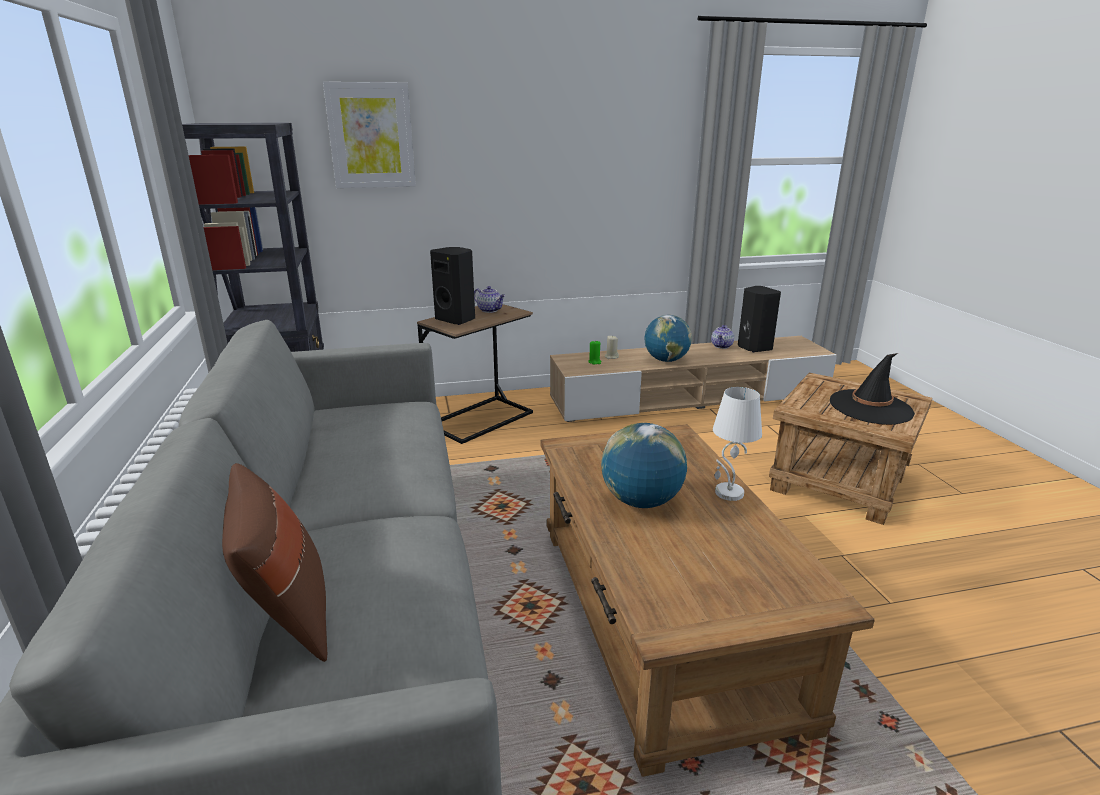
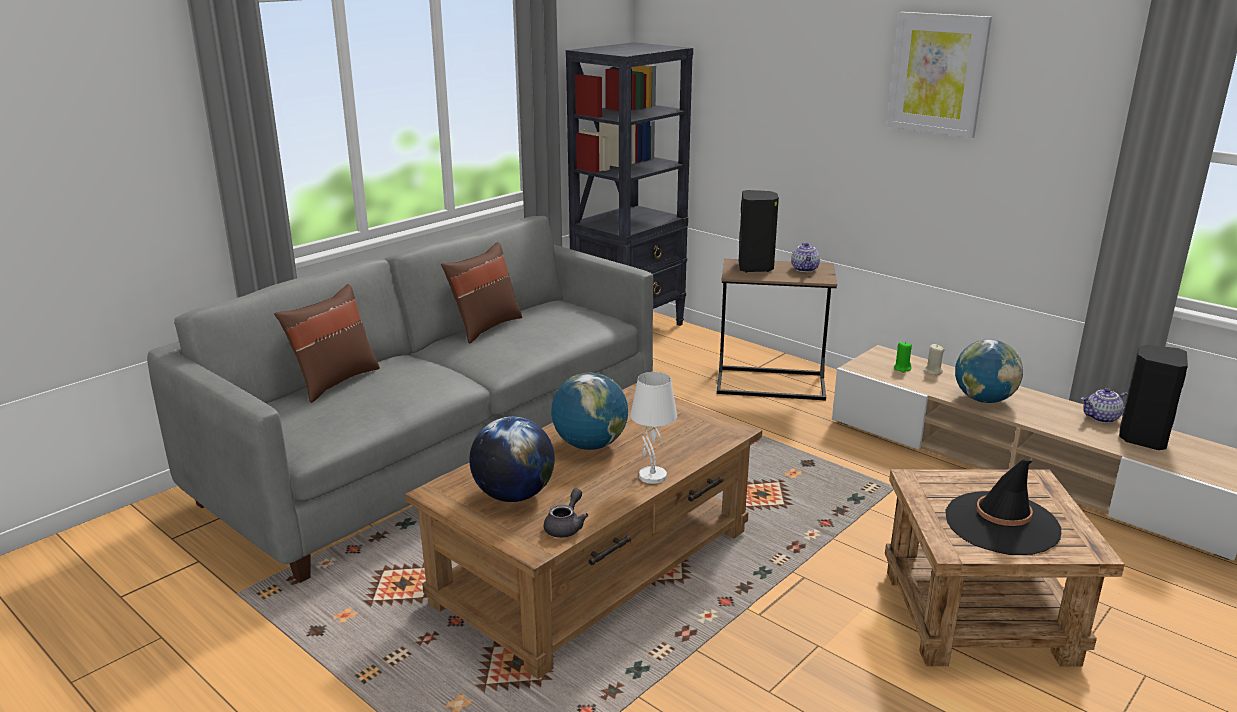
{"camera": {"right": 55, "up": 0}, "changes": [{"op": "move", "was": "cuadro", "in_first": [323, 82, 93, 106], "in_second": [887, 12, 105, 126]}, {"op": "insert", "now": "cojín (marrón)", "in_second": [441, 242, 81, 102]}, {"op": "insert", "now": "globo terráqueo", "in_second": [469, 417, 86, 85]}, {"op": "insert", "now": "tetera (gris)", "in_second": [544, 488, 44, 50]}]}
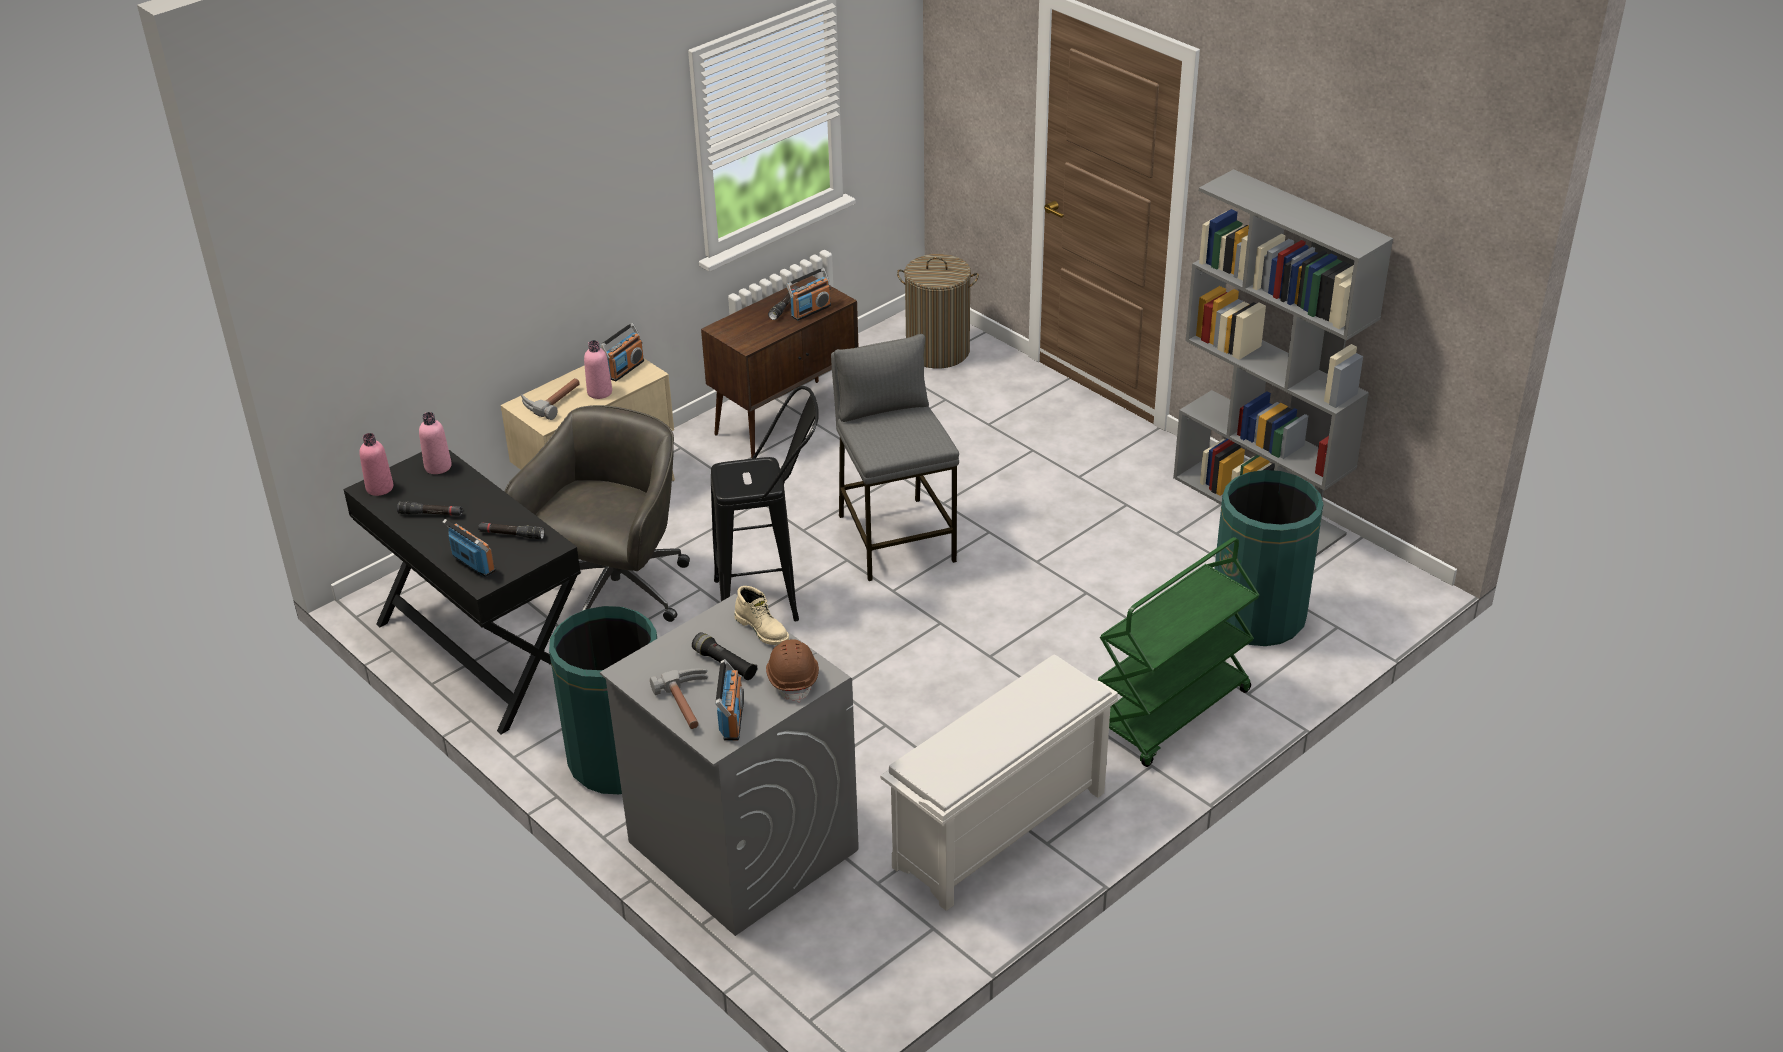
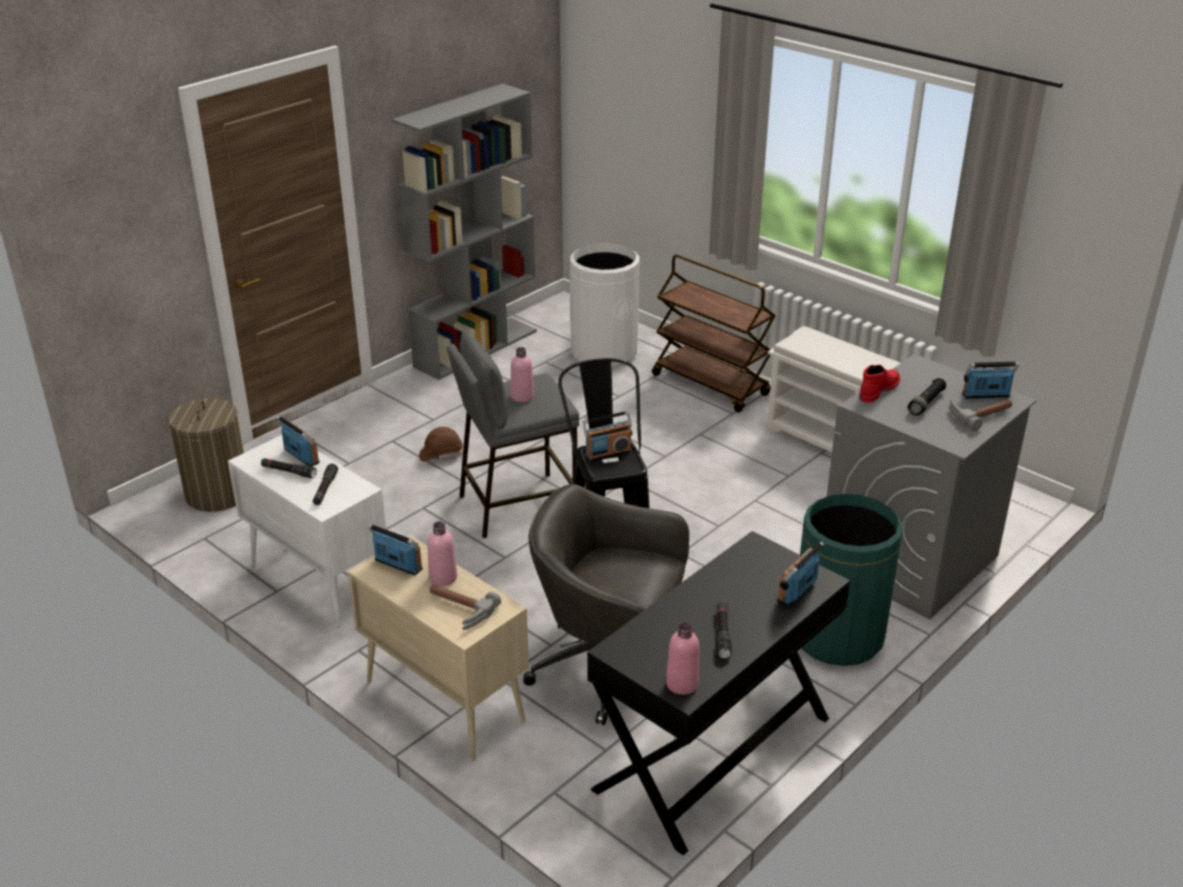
{"camera": {"right": -95, "up": -5}, "changes": [{"op": "recolor", "was": "armario (marrón)", "now": "armario (blanco)", "in_first": [701, 276, 158, 183], "in_second": [228, 435, 158, 193]}, {"op": "move", "was": "botella (rosa)", "in_first": [419, 412, 33, 62], "in_second": [511, 347, 23, 55]}, {"op": "recolor", "was": "papelera (verde)", "now": "papelera (blanco)", "in_first": [1215, 470, 108, 176], "in_second": [570, 243, 70, 125]}, {"op": "move", "was": "linterna (negro)", "in_first": [478, 522, 66, 17], "in_second": [313, 464, 25, 41]}, {"op": "recolor", "was": "carrito (verde)", "now": "carrito (marrón)", "in_first": [1097, 537, 162, 230], "in_second": [652, 254, 124, 159]}, {"op": "recolor", "was": "bota (beis)", "now": "bota (rojo)", "in_first": [735, 586, 54, 59], "in_second": [859, 365, 41, 38]}, {"op": "move", "was": "casco (marrón)", "in_first": [766, 639, 53, 63], "in_second": [419, 427, 44, 35]}, {"op": "insert", "now": "radio", "in_second": [583, 411, 49, 50]}]}
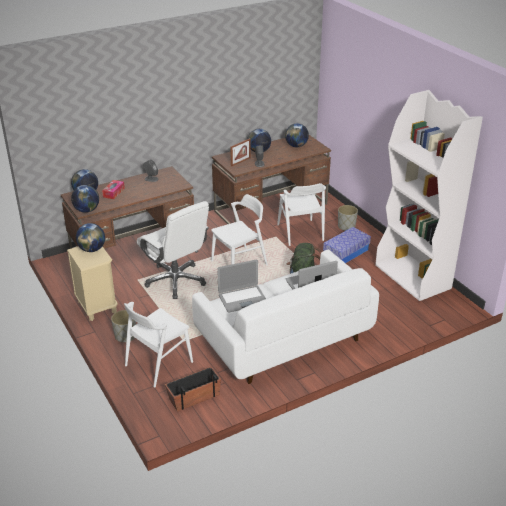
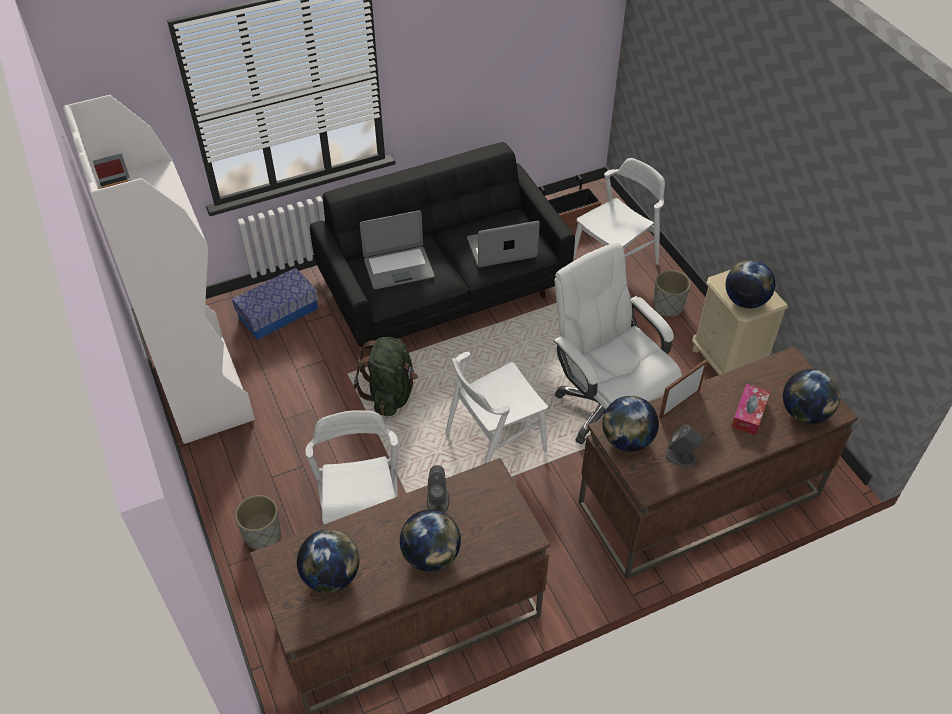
{"camera": {"right": -175, "up": 15}, "changes": [{"op": "move", "was": "portarretratos", "in_first": [231, 138, 20, 28], "in_second": [659, 359, 49, 60]}, {"op": "move", "was": "globo terráqueo", "in_first": [71, 185, 28, 28], "in_second": [602, 396, 57, 56]}, {"op": "move", "was": "caja de almacenaje", "in_first": [323, 227, 48, 36], "in_second": [232, 268, 86, 72]}, {"op": "recolor", "was": "sofá (blanco)", "now": "sofá (negro)", "in_first": [192, 250, 187, 134], "in_second": [310, 142, 265, 206]}]}
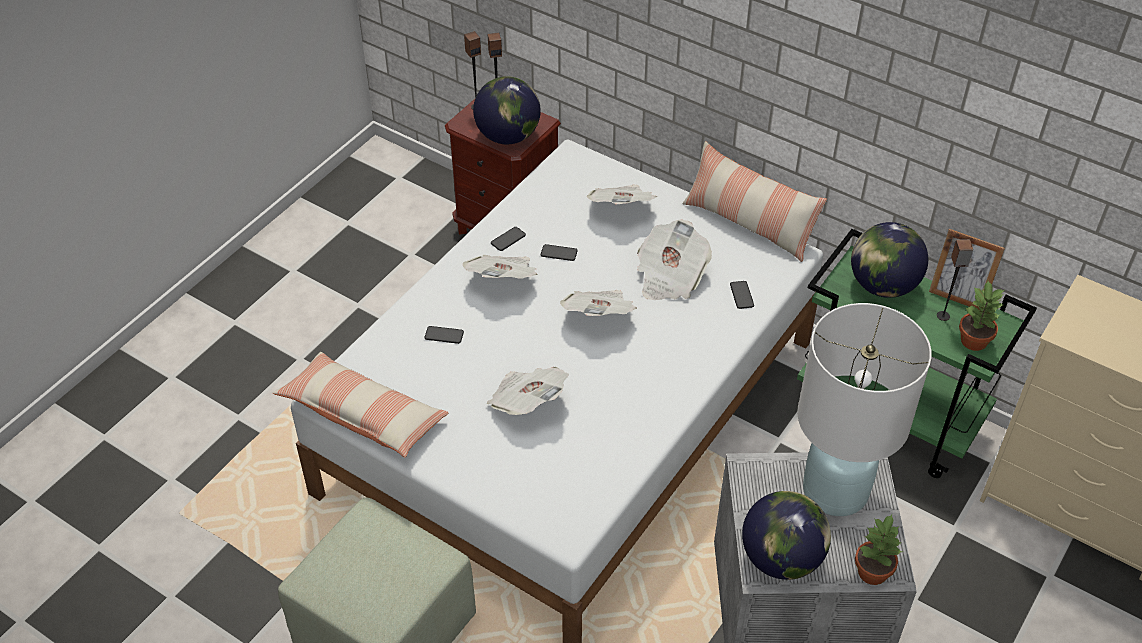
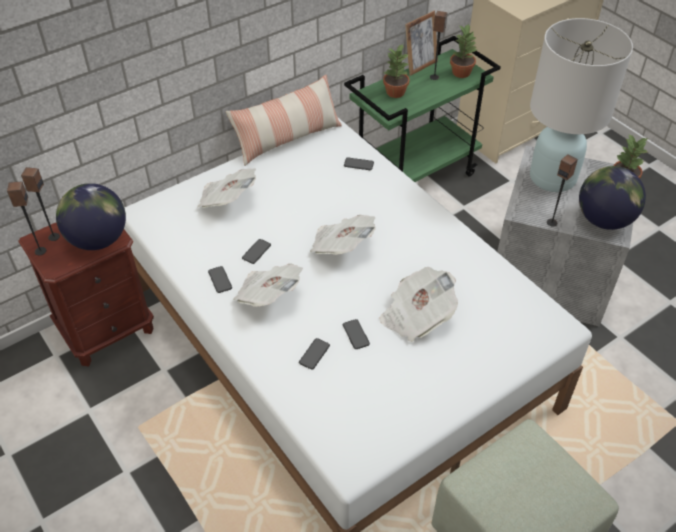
{"camera": {"right": -70, "up": 0}, "changes": [{"op": "delete", "was": "periódico", "in_first": [637, 219, 75, 81]}, {"op": "replace", "was": "globo terráqueo", "now": "planta en maceta", "in_first": [851, 222, 77, 76], "in_second": [383, 44, 27, 54]}, {"op": "delete", "was": "cojín", "in_first": [272, 352, 177, 106]}, {"op": "insert", "now": "altavoz", "in_second": [547, 154, 31, 73]}, {"op": "insert", "now": "móvil", "in_second": [343, 319, 27, 30]}]}
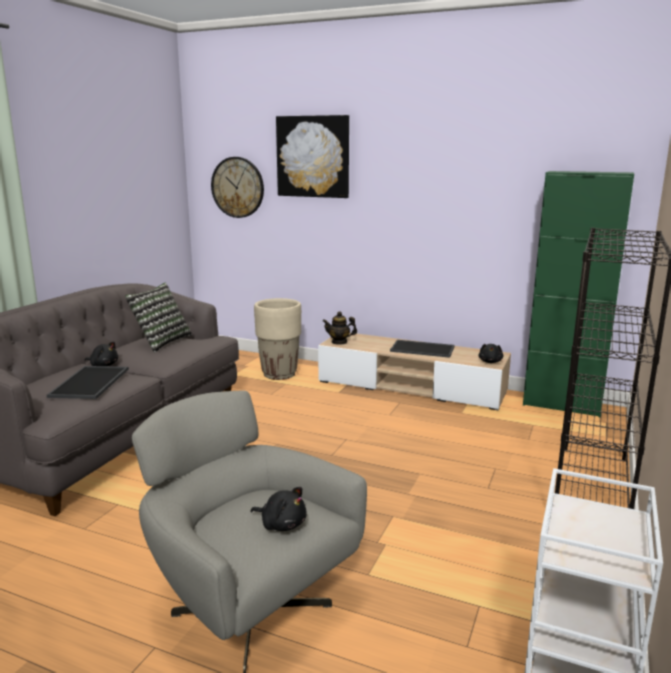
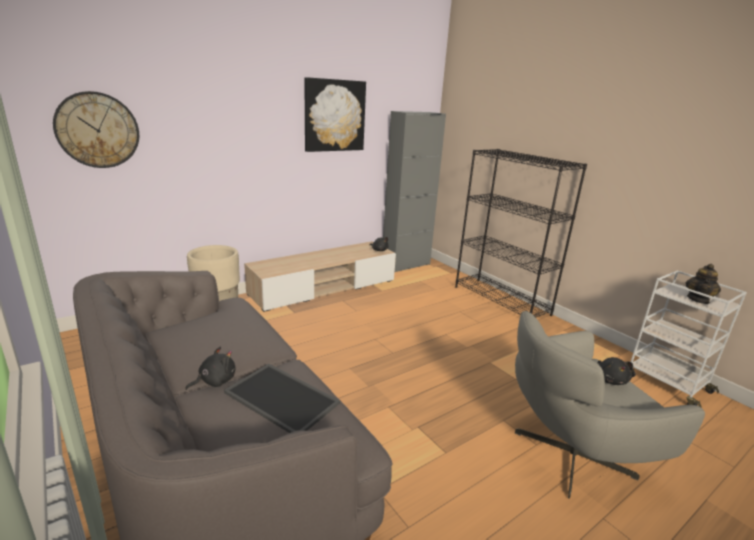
{"camera": {"right": -60, "up": 5}, "changes": [{"op": "move", "was": "cuadro", "in_first": [276, 115, 73, 83], "in_second": [304, 77, 62, 75]}, {"op": "recolor", "was": "armario (verde)", "now": "armario (gris)", "in_first": [523, 171, 111, 246], "in_second": [383, 111, 63, 161]}, {"op": "delete", "was": "cojín", "in_first": [125, 283, 67, 70]}, {"op": "move", "was": "tetera", "in_first": [323, 312, 34, 33], "in_second": [686, 264, 35, 40]}, {"op": "delete", "was": "bandeja", "in_first": [390, 340, 65, 18]}, {"op": "rotate", "was": "peluche (negro)", "in_first": [250, 487, 57, 44], "in_second": [597, 357, 36, 28], "clockwise": 120}]}
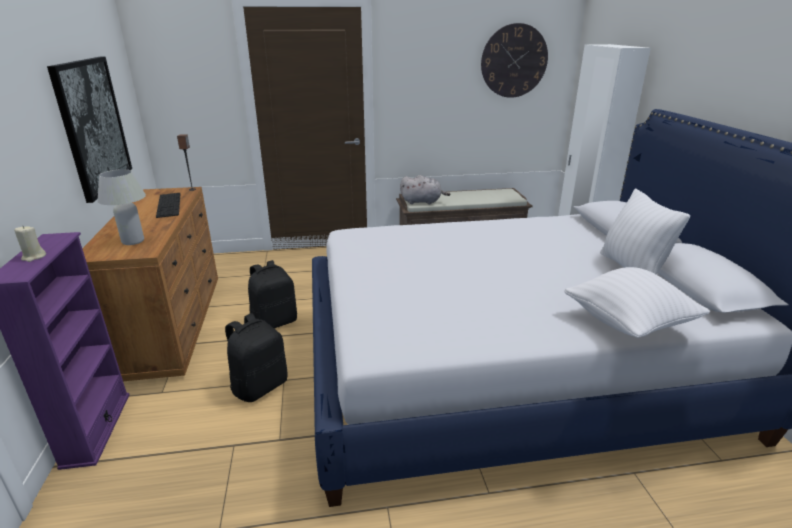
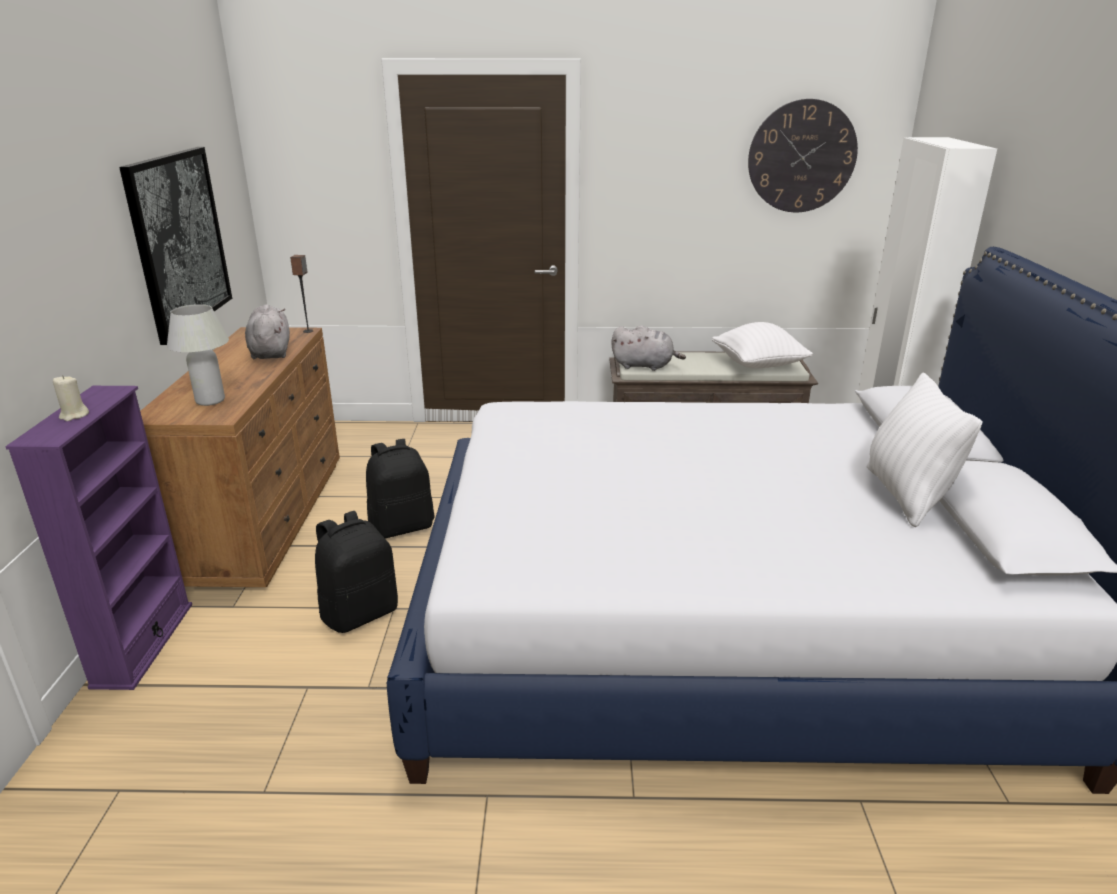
{"camera": {"right": 10, "up": 0}, "changes": [{"op": "replace", "was": "teclado", "now": "peluche (gris)", "in_first": [156, 193, 24, 25], "in_second": [245, 304, 45, 55]}, {"op": "move", "was": "cojín (blanco)", "in_first": [564, 267, 146, 71], "in_second": [712, 322, 101, 46]}]}
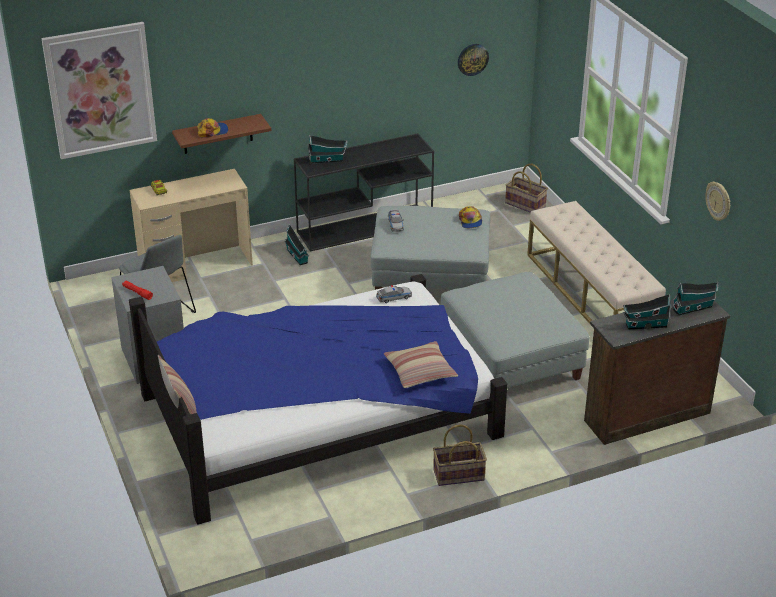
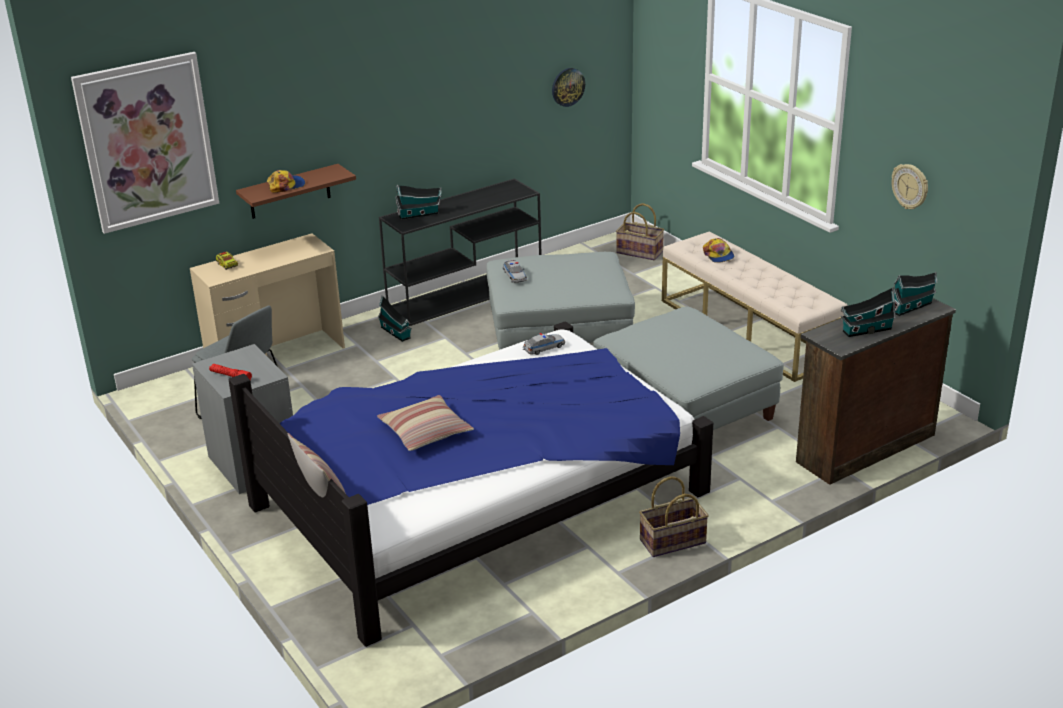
{"camera": {"right": -10, "up": -5}, "changes": [{"op": "move", "was": "gorra", "in_first": [459, 206, 23, 22], "in_second": [703, 238, 31, 25]}, {"op": "move", "was": "cojín", "in_first": [384, 341, 74, 47], "in_second": [377, 395, 97, 56]}]}
